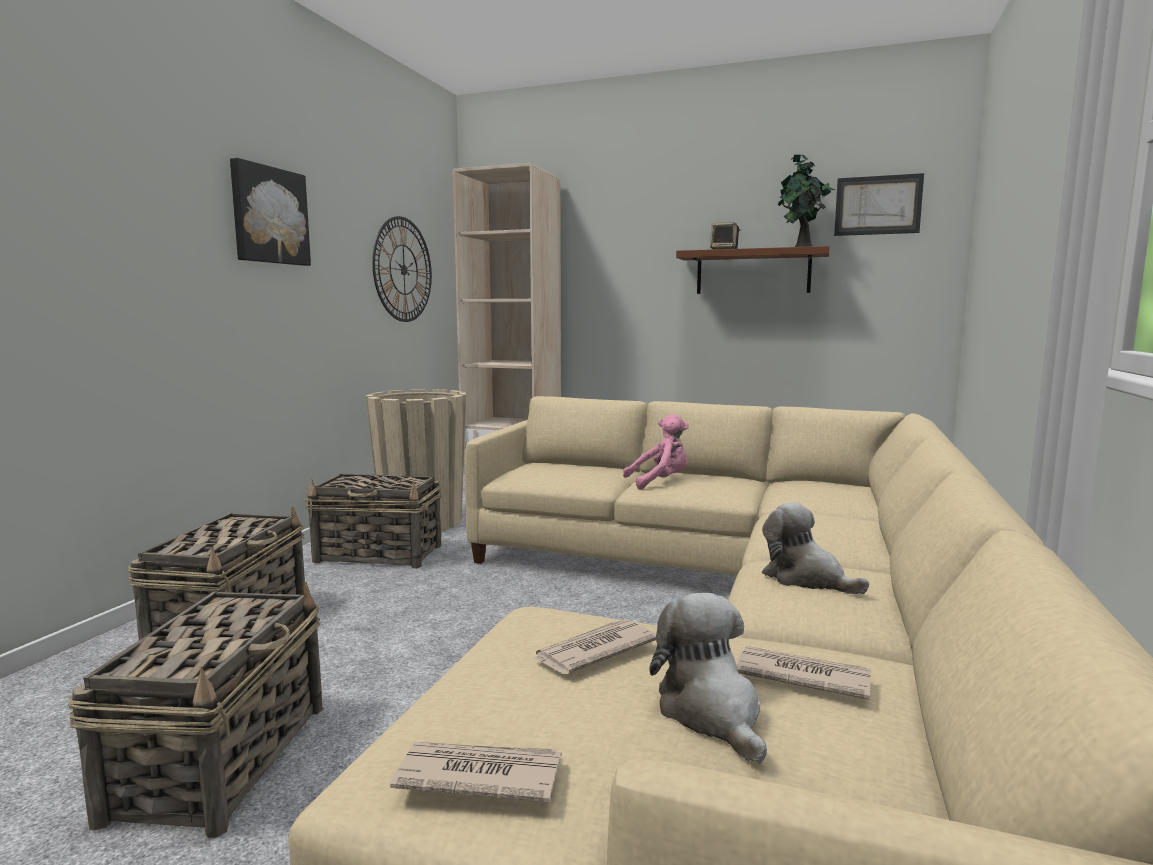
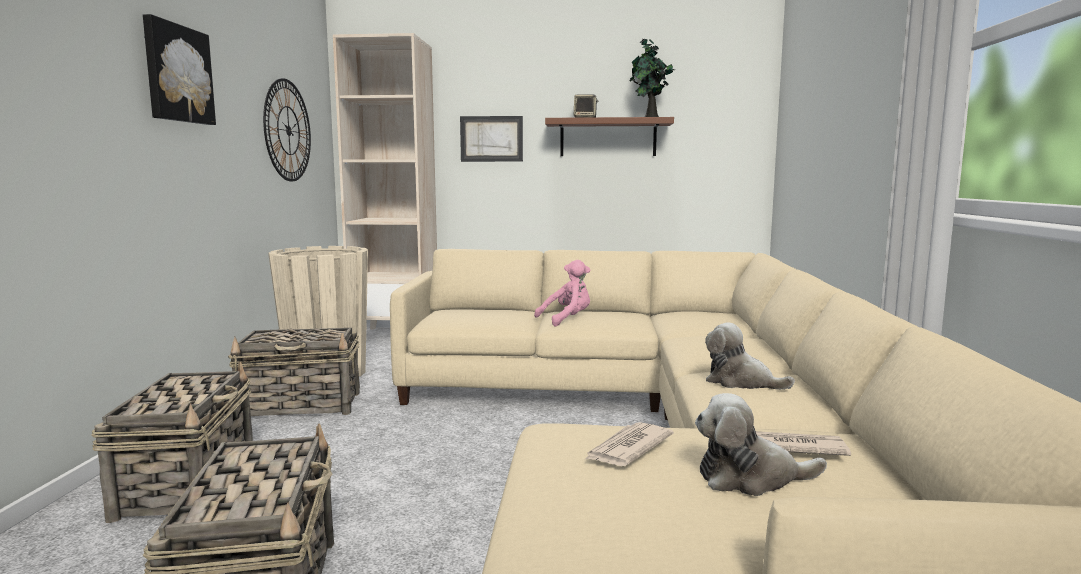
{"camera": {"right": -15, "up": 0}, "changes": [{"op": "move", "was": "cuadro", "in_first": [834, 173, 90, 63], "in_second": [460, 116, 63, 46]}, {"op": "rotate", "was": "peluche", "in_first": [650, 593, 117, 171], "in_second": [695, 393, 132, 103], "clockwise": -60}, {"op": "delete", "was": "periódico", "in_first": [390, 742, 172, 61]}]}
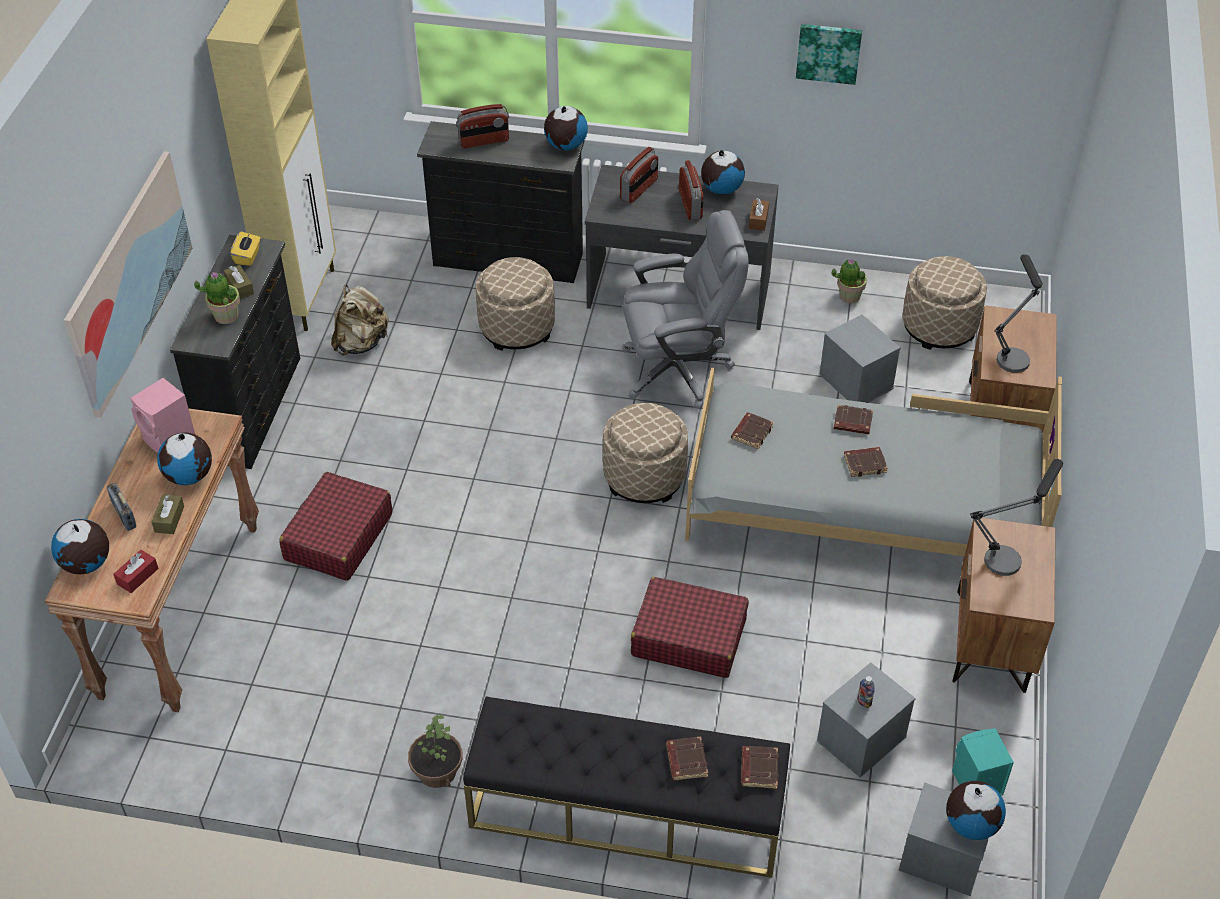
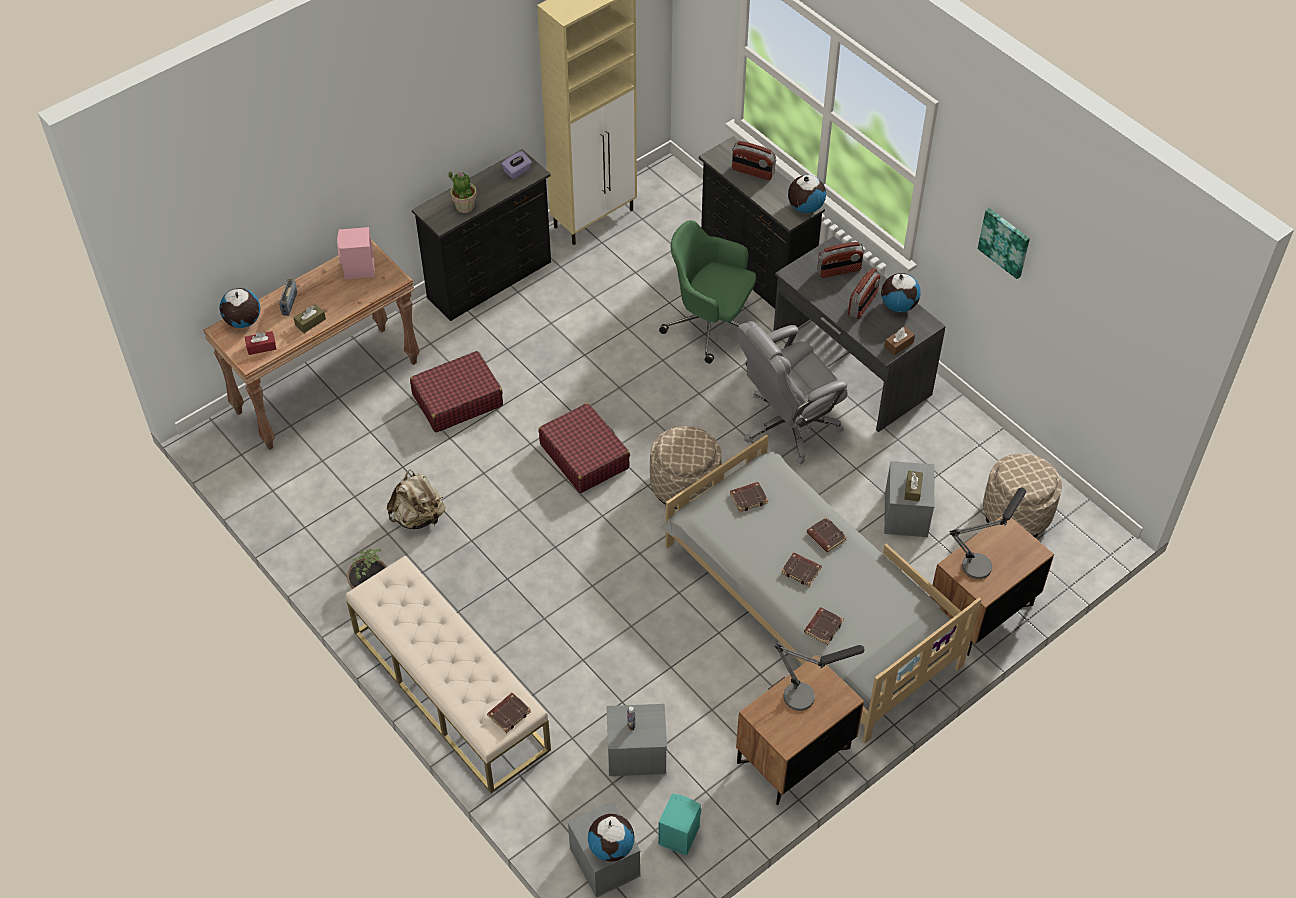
{"camera": {"right": 40, "up": 5}, "changes": [{"op": "delete", "was": "cuadro", "in_first": [64, 151, 129, 267]}, {"op": "rotate", "was": "silla de oficina (gris)", "in_first": [622, 210, 127, 199], "in_second": [737, 321, 110, 144], "clockwise": 120}, {"op": "recolor", "was": "caja de pañuelos (amarillo)", "now": "caja de pañuelos (morado)", "in_first": [230, 231, 30, 35], "in_second": [501, 151, 31, 28]}, {"op": "replace", "was": "puf (beis)", "now": "silla de oficina (verde)", "in_first": [476, 257, 79, 94], "in_second": [659, 220, 97, 144]}, {"op": "delete", "was": "planta en maceta", "in_first": [832, 259, 35, 44]}, {"op": "move", "was": "caja de pañuelos (marrón)", "in_first": [224, 265, 30, 34], "in_second": [904, 471, 19, 31]}, {"op": "move", "was": "mochila (beis)", "in_first": [331, 285, 58, 71], "in_second": [387, 470, 58, 59]}, {"op": "delete", "was": "globo terráqueo", "in_first": [157, 432, 55, 53]}, {"op": "move", "was": "maleta (rojo)", "in_first": [631, 577, 118, 101], "in_second": [538, 403, 92, 90]}, {"op": "recolor", "was": "banco (negro)", "now": "banco (beis)", "in_first": [463, 696, 327, 182], "in_second": [346, 556, 205, 237]}, {"op": "move", "was": "libro (marrón)", "in_first": [666, 736, 42, 44], "in_second": [804, 607, 39, 38]}]}
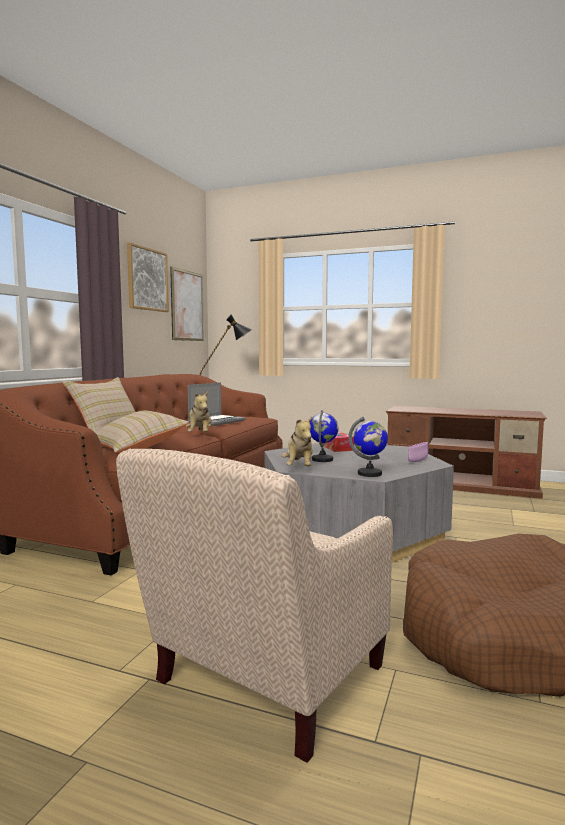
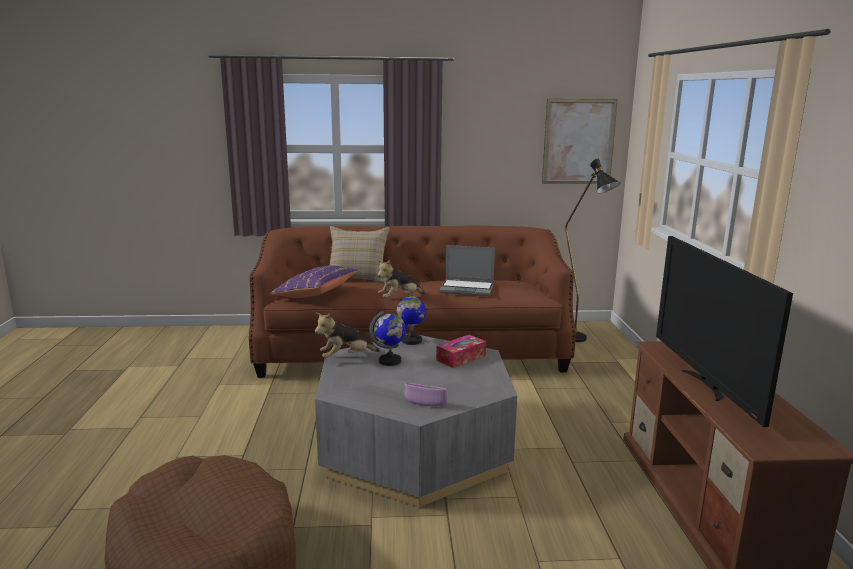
{"camera": {"right": 65, "up": 10}, "changes": [{"op": "delete", "was": "cuadro", "in_first": [127, 243, 42, 69]}, {"op": "recolor", "was": "cojín (beis)", "now": "cojín (morado)", "in_first": [95, 411, 94, 42], "in_second": [269, 265, 89, 33]}, {"op": "move", "was": "globo terráqueo", "in_first": [348, 417, 40, 60], "in_second": [397, 292, 29, 53]}, {"op": "delete", "was": "sillón (beis)", "in_first": [116, 449, 277, 314]}, {"op": "insert", "now": "televisor", "in_second": [656, 236, 137, 191]}]}
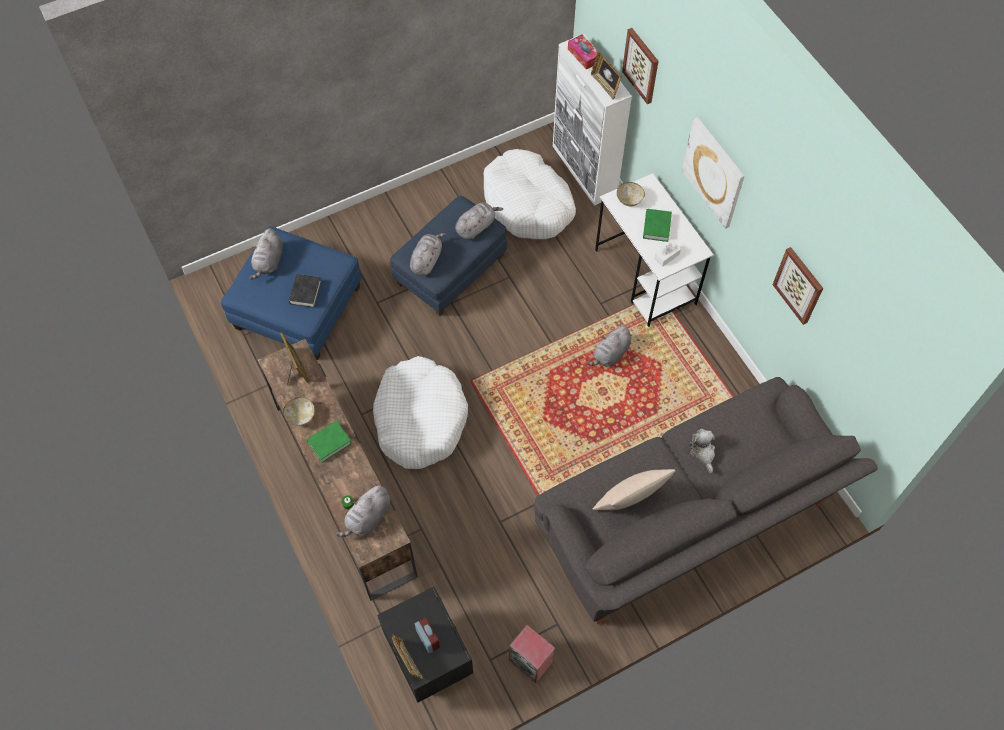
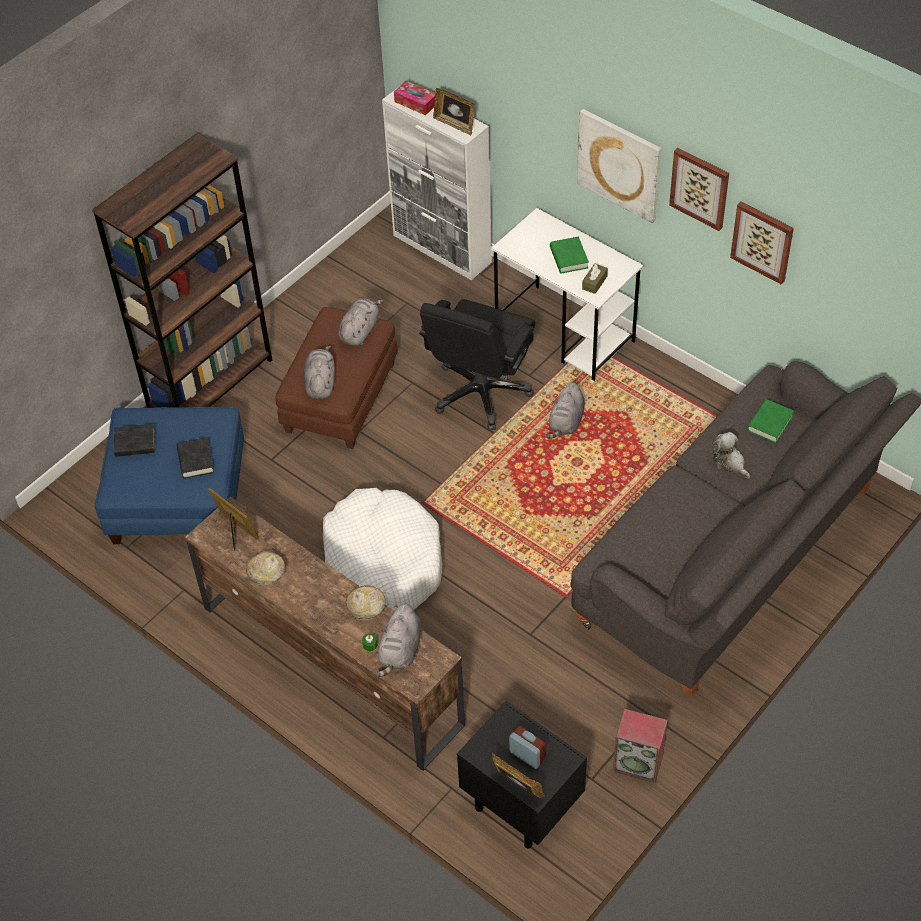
{"camera": {"right": -20, "up": -10}, "changes": [{"op": "move", "was": "cuadro", "in_first": [622, 28, 37, 76], "in_second": [669, 148, 60, 83]}, {"op": "delete", "was": "cama para perro (blanco)", "in_first": [484, 149, 92, 90]}, {"op": "move", "was": "cuenco", "in_first": [617, 182, 28, 24], "in_second": [346, 585, 40, 35]}, {"op": "recolor", "was": "puf (azul)", "now": "puf (marrón)", "in_first": [390, 196, 117, 120], "in_second": [275, 307, 123, 142]}, {"op": "replace", "was": "peluche (gris)", "now": "libro (negro)", "in_first": [250, 228, 33, 51], "in_second": [114, 424, 41, 33]}, {"op": "recolor", "was": "caja de pañuelos (blanco)", "now": "caja de pañuelos (marrón)", "in_first": [654, 241, 27, 26], "in_second": [582, 263, 26, 31]}, {"op": "move", "was": "libro (verde)", "in_first": [306, 421, 46, 42], "in_second": [747, 399, 47, 44]}, {"op": "delete", "was": "cojín (beis)", "in_first": [592, 469, 84, 41]}, {"op": "insert", "now": "estantería (marrón)", "in_second": [92, 133, 180, 275]}, {"op": "insert", "now": "silla de oficina (negro)", "in_second": [419, 299, 116, 132]}]}
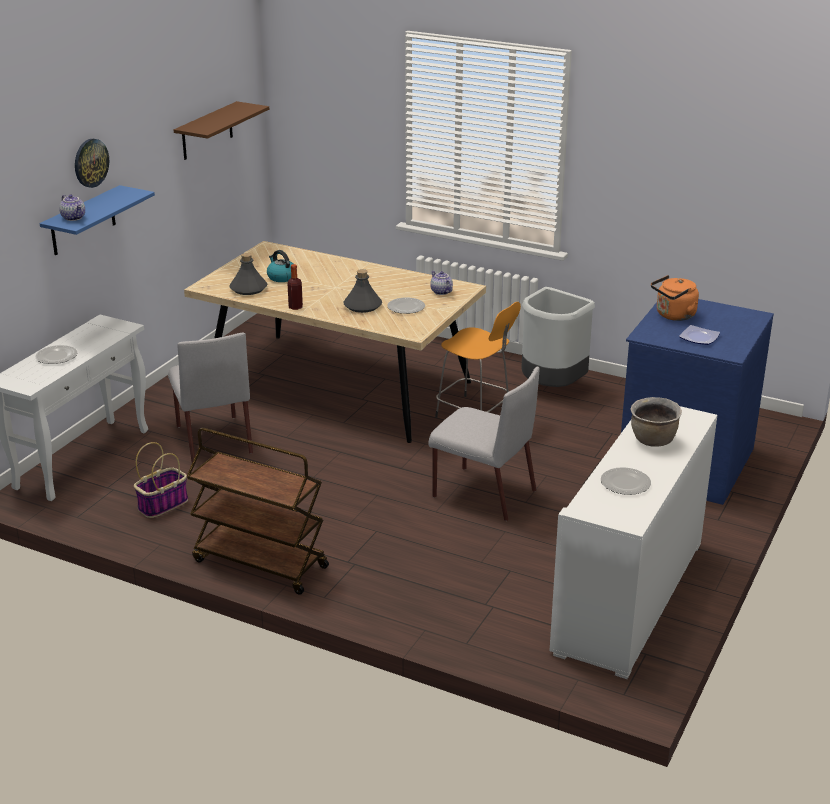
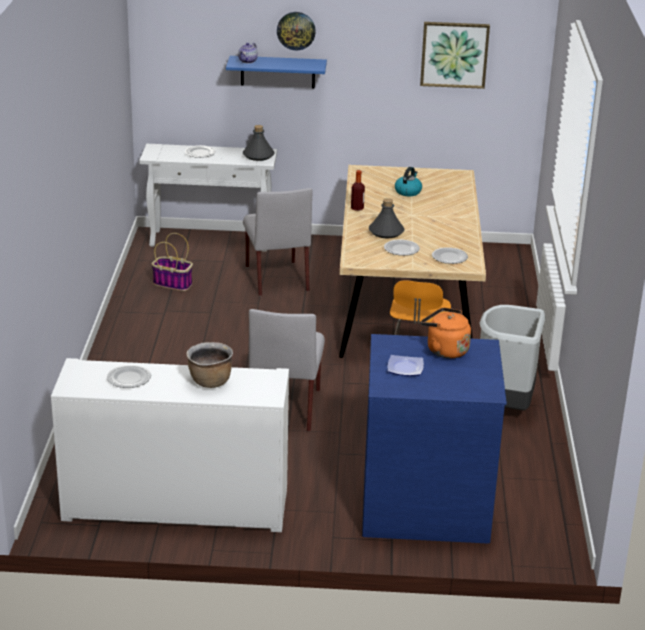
{"camera": {"right": 65, "up": 0}, "changes": [{"op": "replace", "was": "estante (marrón)", "now": "cuadro", "in_first": [174, 101, 95, 59], "in_second": [420, 22, 70, 67]}, {"op": "move", "was": "botella (gris)", "in_first": [229, 253, 38, 42], "in_second": [243, 125, 32, 36]}, {"op": "replace", "was": "tetera", "now": "plato", "in_first": [430, 271, 23, 24], "in_second": [432, 247, 36, 17]}, {"op": "rotate", "was": "silla (gris)", "in_first": [168, 333, 85, 129], "in_second": [243, 188, 70, 108], "clockwise": -60}, {"op": "delete", "was": "carrito (marrón)", "in_first": [186, 428, 143, 167]}]}
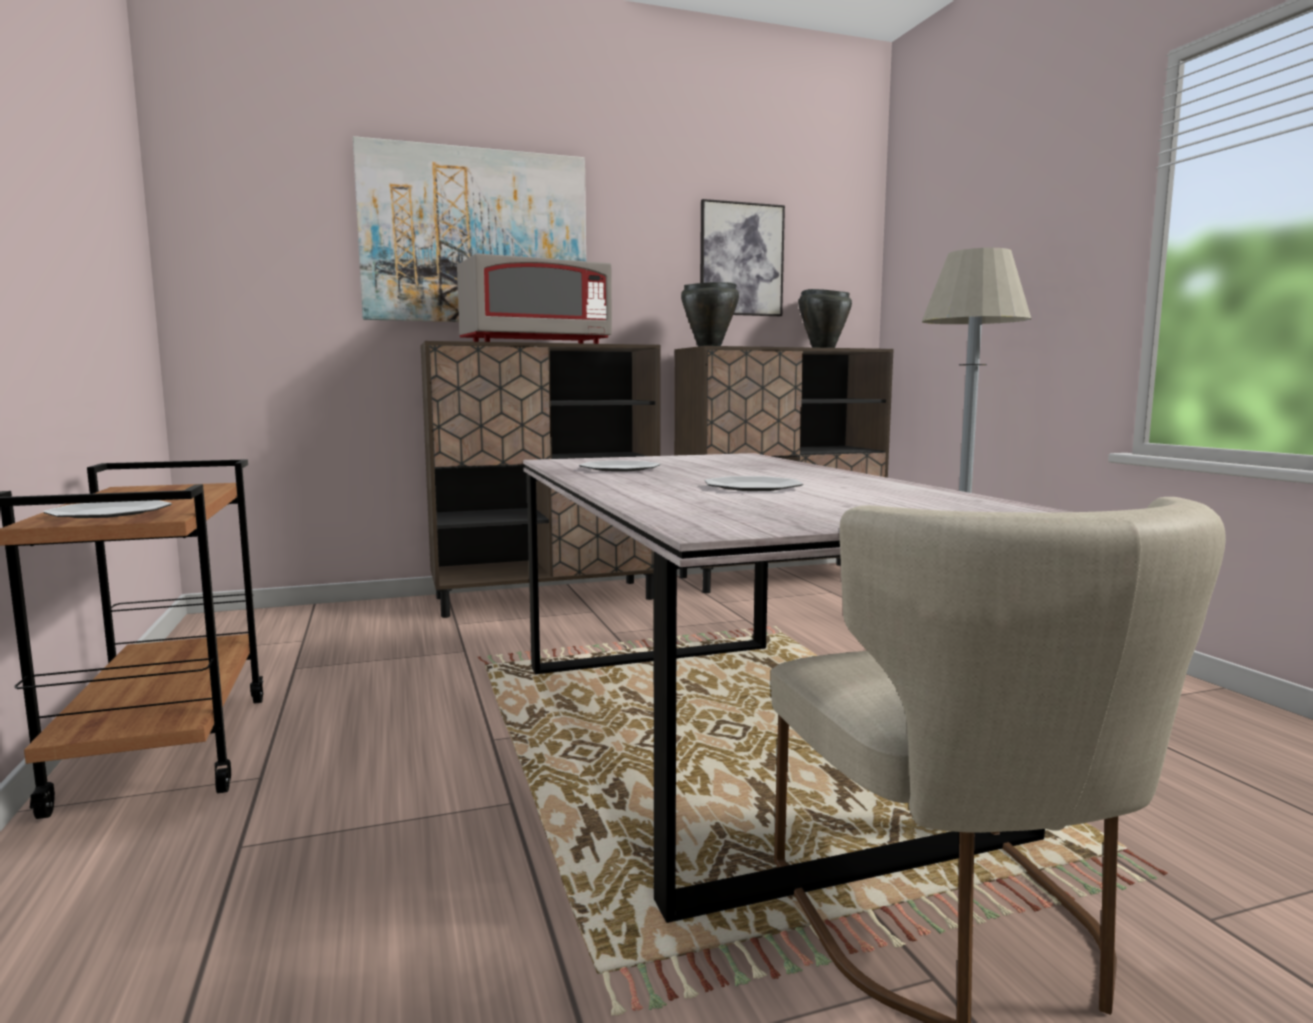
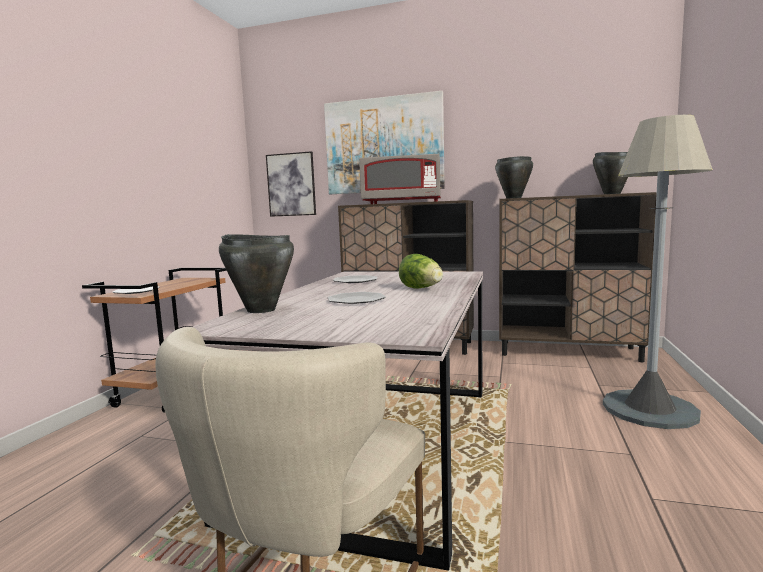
{"camera": {"right": 35, "up": 0}, "changes": [{"op": "move", "was": "cuadro", "in_first": [700, 199, 85, 117], "in_second": [266, 151, 50, 66]}, {"op": "insert", "now": "olla (negro)", "in_second": [219, 234, 75, 79]}, {"op": "insert", "now": "lechuga", "in_second": [399, 254, 44, 35]}]}
